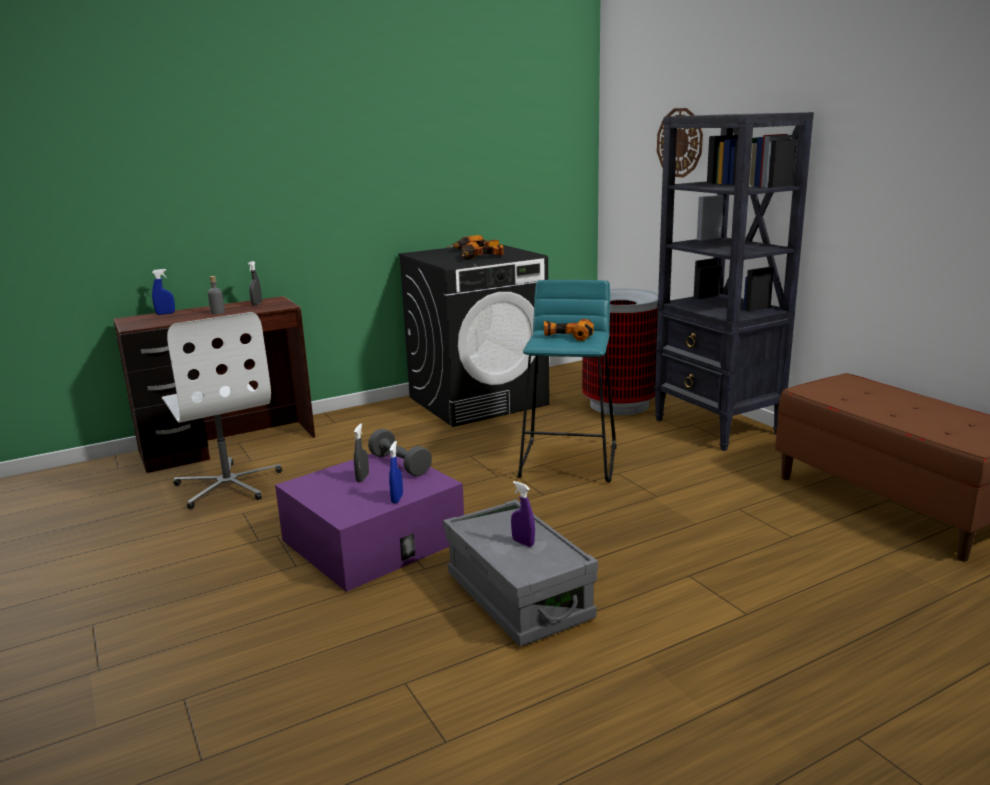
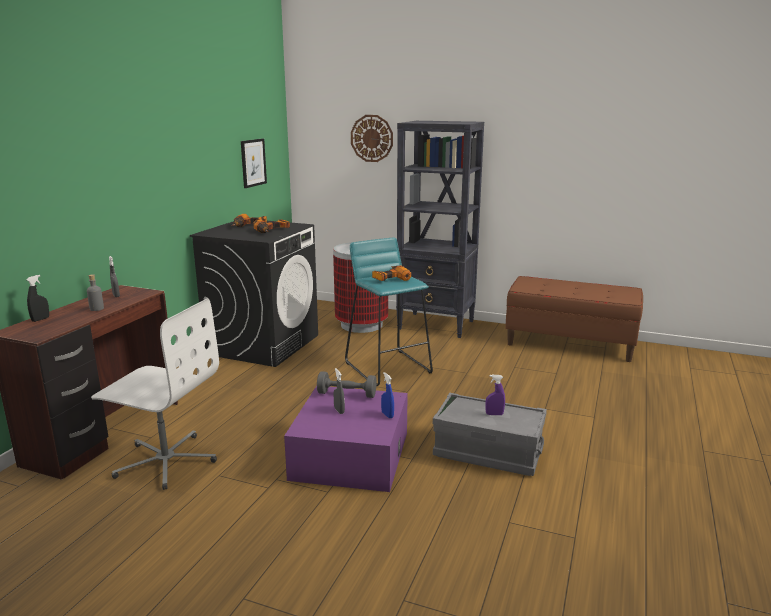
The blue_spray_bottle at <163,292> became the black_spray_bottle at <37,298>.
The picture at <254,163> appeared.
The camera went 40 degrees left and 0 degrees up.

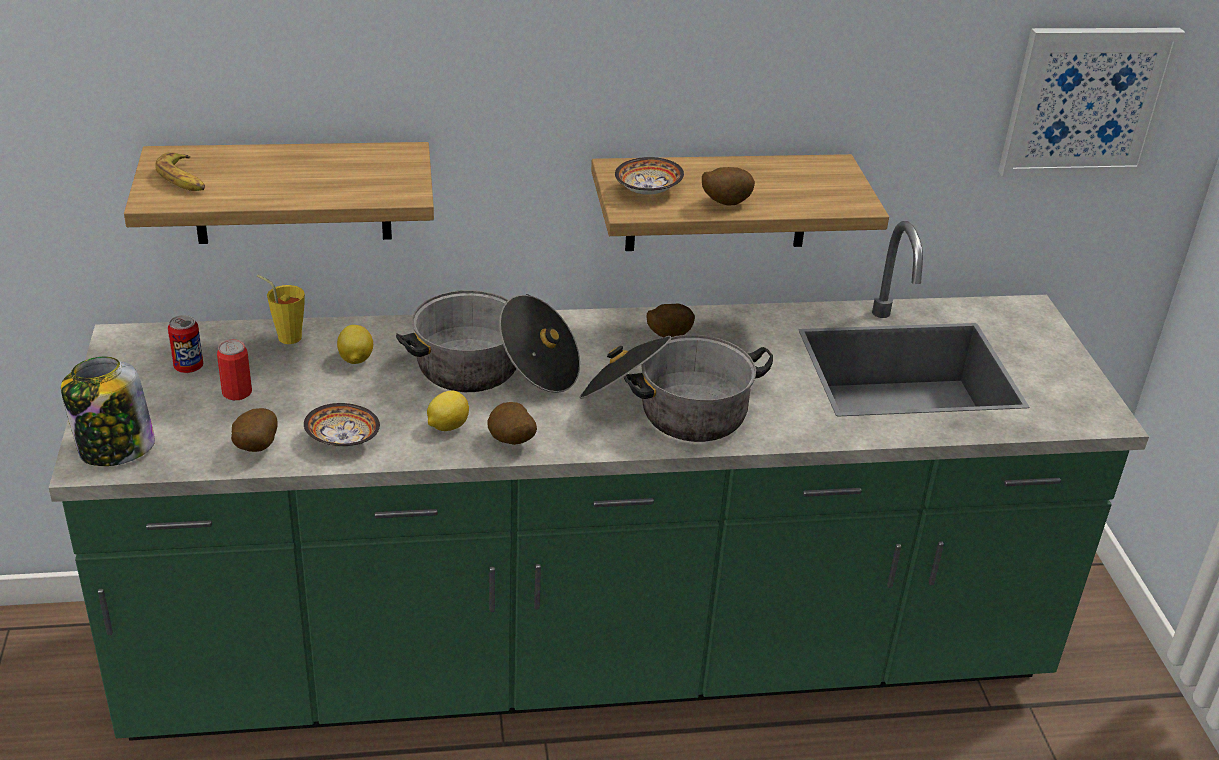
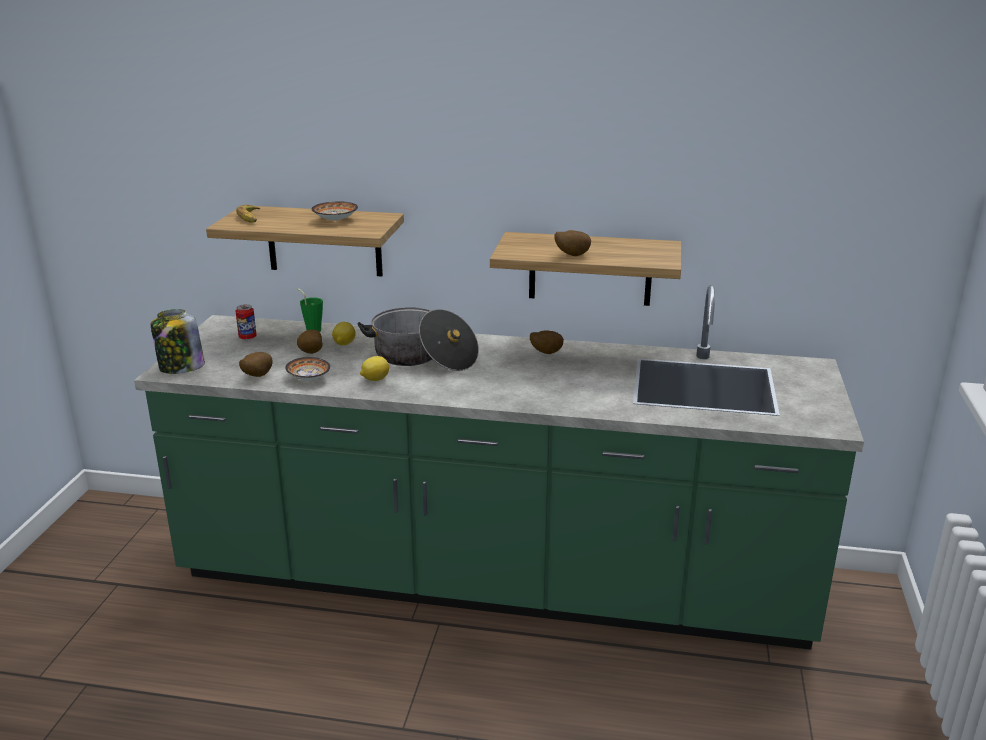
The picture at <1091,102> disappeared.
The bowl moved from <649,176> to <334,211>.
The yellow_cup at <281,309> became the green_cup at <310,310>.
The cooking_pot at <676,388> disappeared.
The can at <234,369> disappeared.
The potato moved from <512,423> to <310,341>.
The camera went 20 degrees right and 10 degrees down.

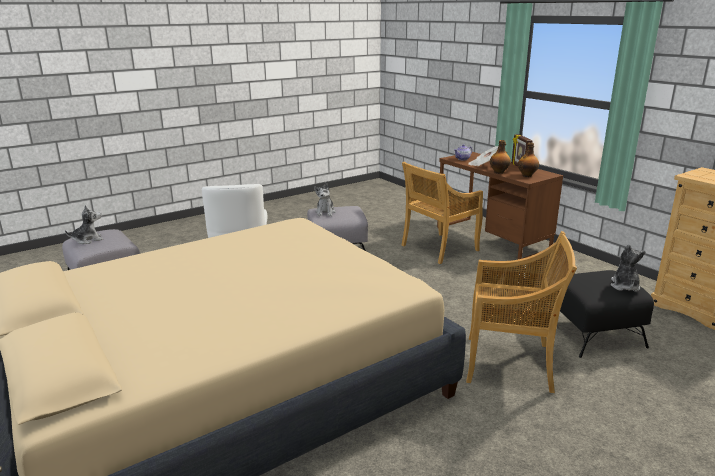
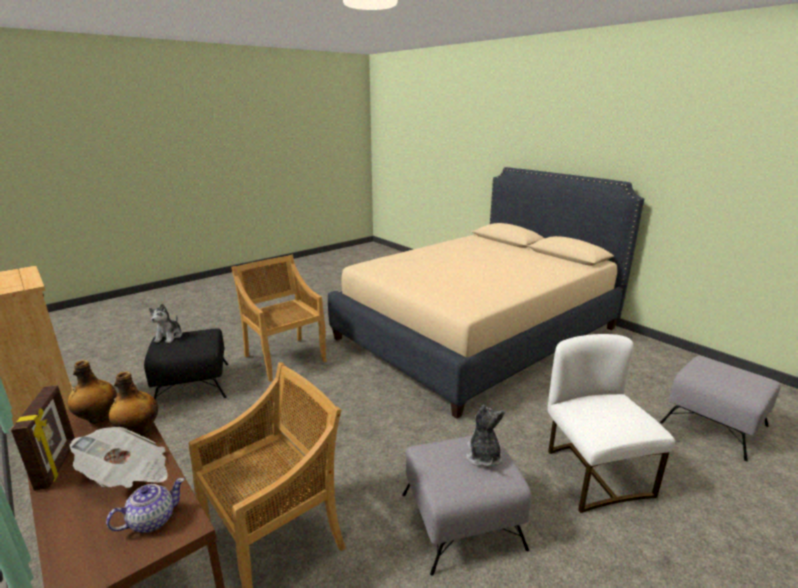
The plush_toy at <84,224> disappeared.
The beige_chair at <521,312> turned 45 degrees clockwise.
The camera went 175 degrees right and 0 degrees up.

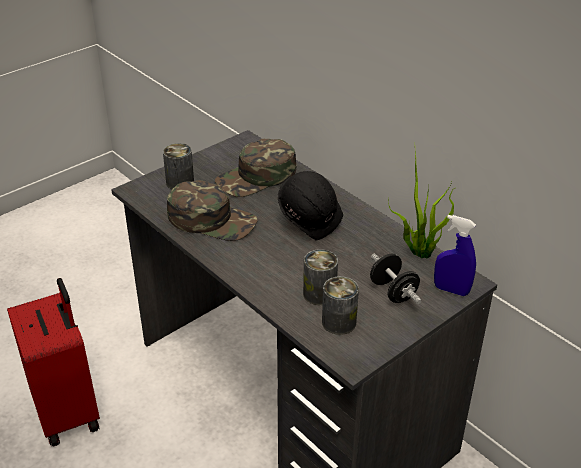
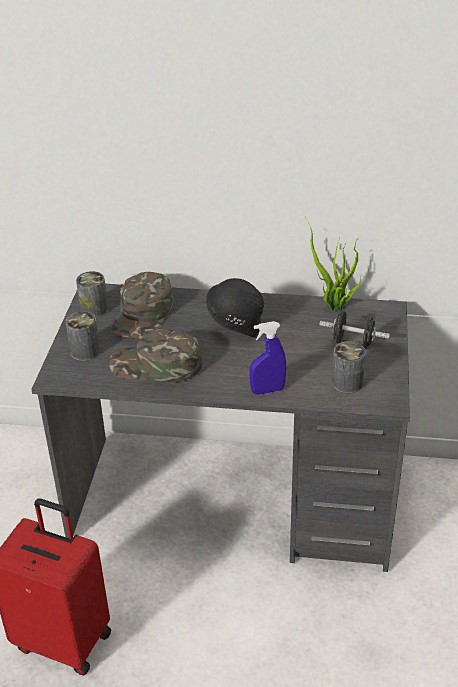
The green_cap at <212,210> turned 150 degrees counterclockwise.
The blue_spray_bottle moved from <455,255> to <267,358>.
The can moved from <320,277> to <92,294>.
The camera went 40 degrees left and 0 degrees up.

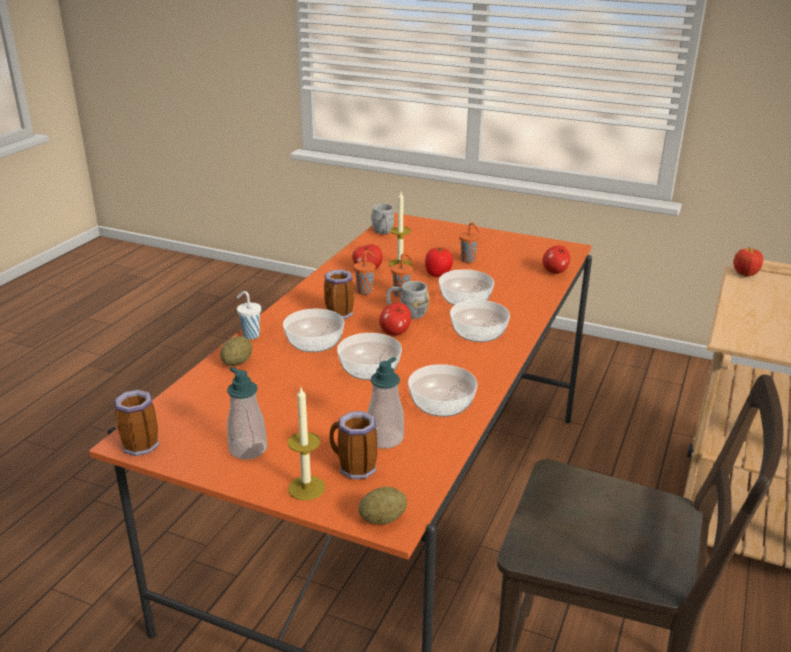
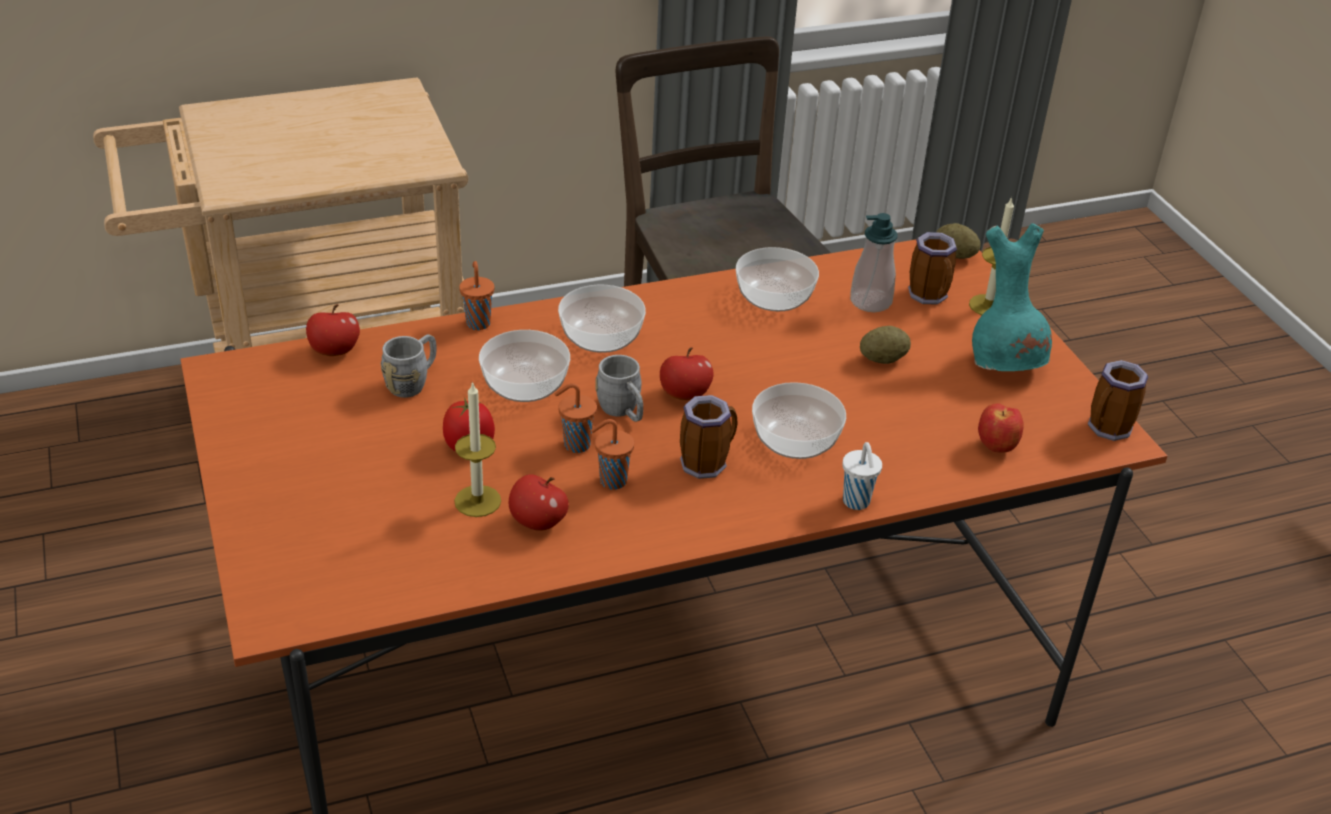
The grey_mug moved from <382,219> to <409,366>.
The orange_cup moved from <470,242> to <476,295>.
The apple moved from <748,262> to <1001,428>.
The bowl at <369,356> disappeared.
The potato moved from <236,351> to <885,345>.
The soap_dispenser at <247,413> was replaced by the turquoise_vase at <1012,297>.
The camera went 135 degrees left and 10 degrees up.

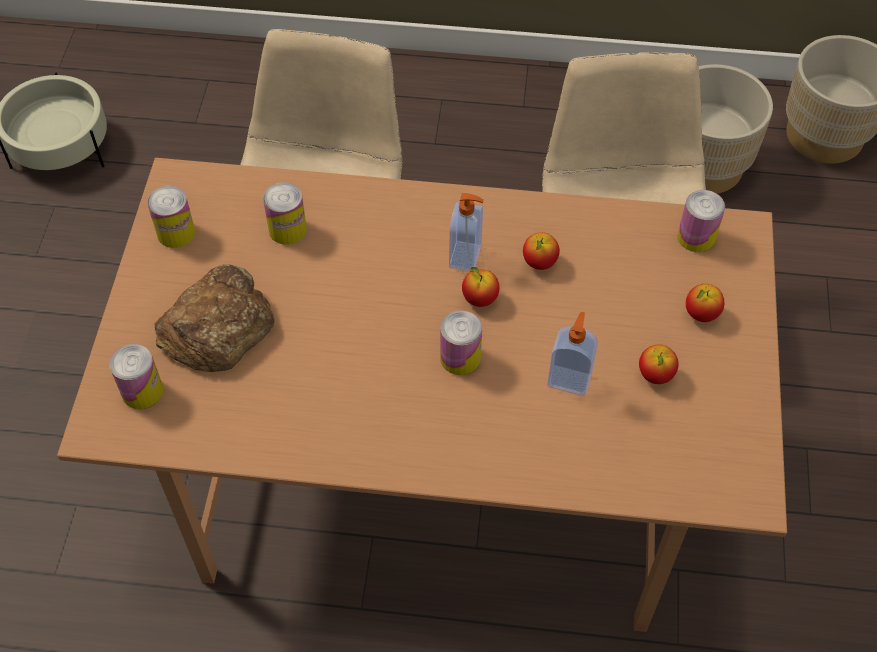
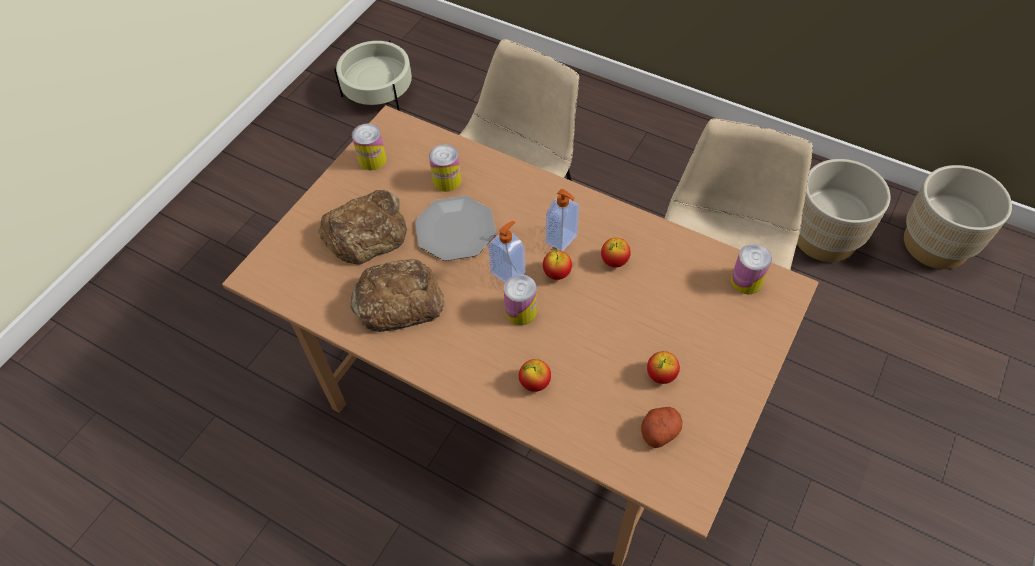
The apple moved from <705,303> to <535,375>.
The soap_dispenser moved from <572,354> to <506,252>.
The can at <136,376> disappeared.
The plate at <455,228> appeared.
The bread at <397,295> appeared.
The potato at <662,427> appeared.
The camera went 25 degrees right and 0 degrees up.

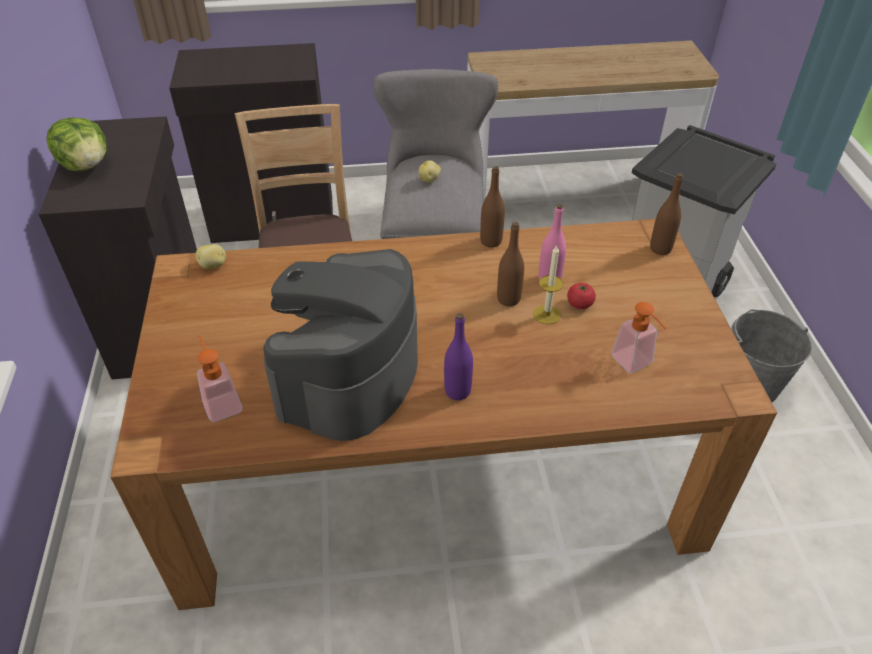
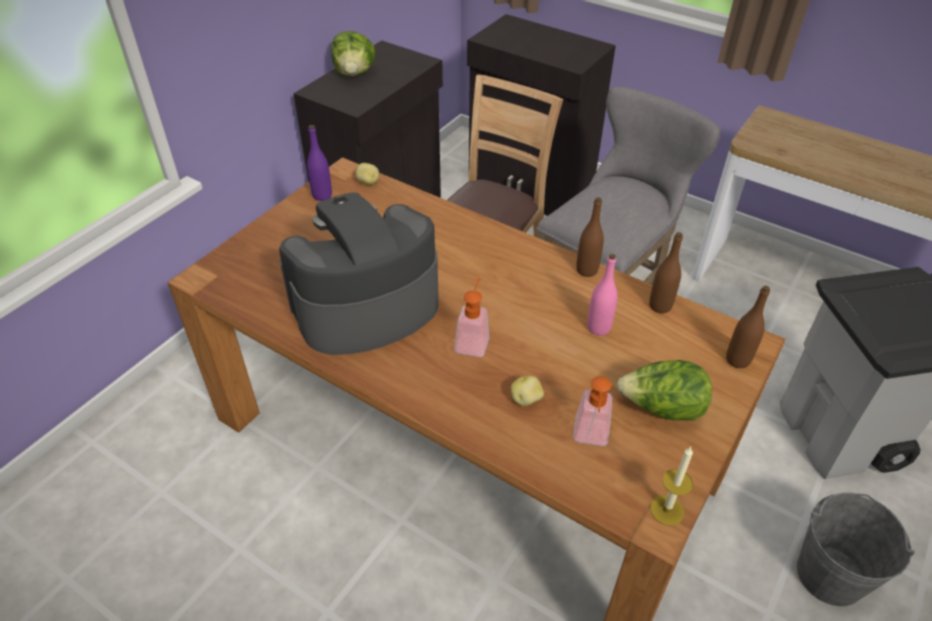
The potato moved from <430,171> to <527,391>.
The brown_bottle moved from <510,264> to <666,272>.
The candle moved from <548,284> to <671,486>.
The tomato at <581,296> disappeared.
The purple_bottle moved from <458,356> to <319,163>.
The soap_dispenser moved from <220,378> to <472,317>.
The lettuce at <664,390> appeared.
The camera went 40 degrees right and 0 degrees up.

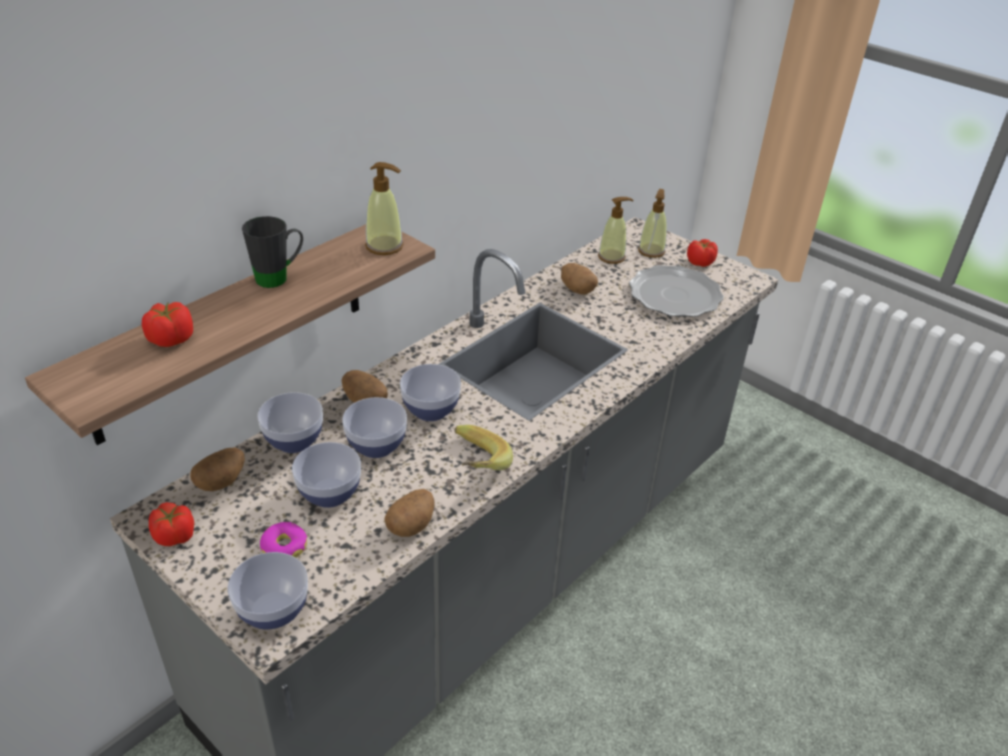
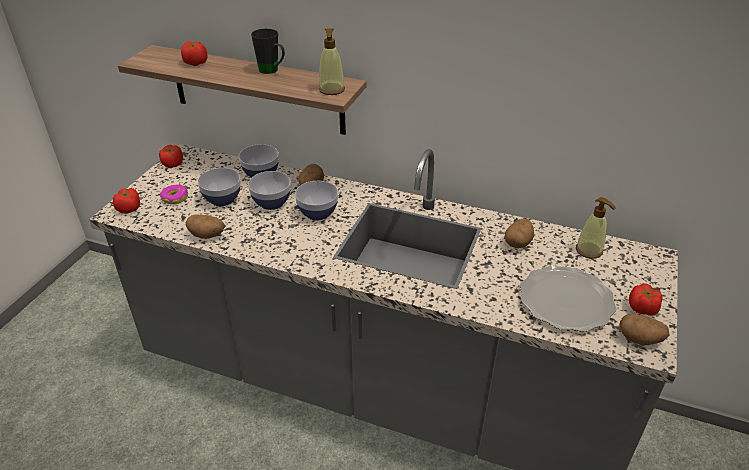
The soap_dispenser at <652,223> disappeared.
The banana at <483,447> disappeared.
The potato moved from <217,469> to <644,329>.
The bowl at <268,590> was replaced by the tomato at <126,201>.
The camera went 70 degrees right and 0 degrees up.

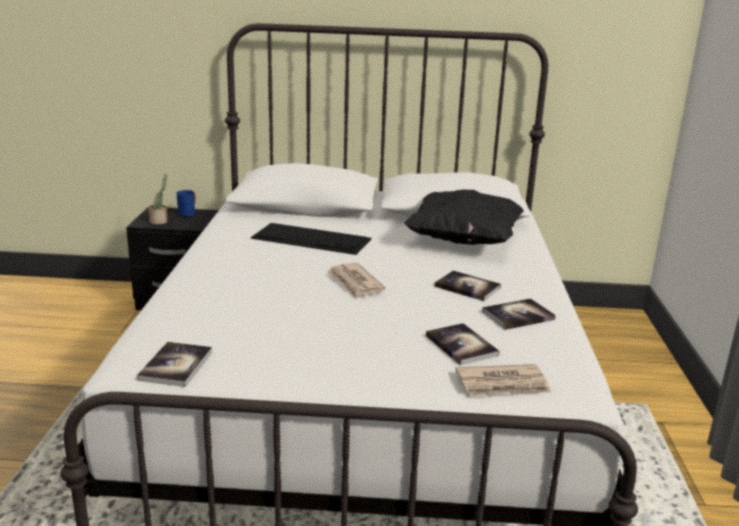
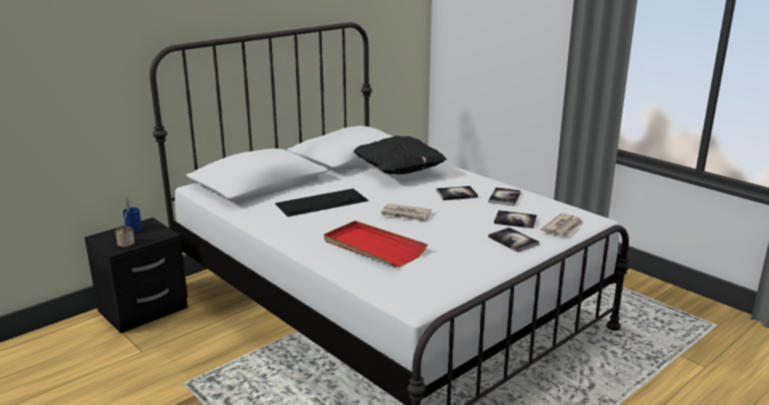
The book moved from <174,364> to <513,239>.
The red_tray at <376,244> appeared.
The camera went 45 degrees left and 0 degrees up.

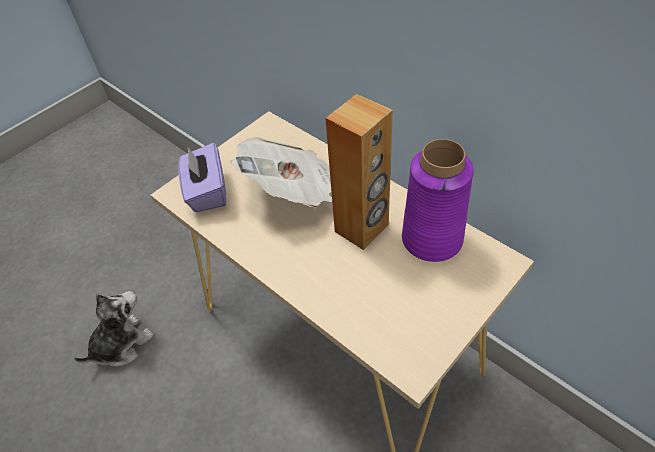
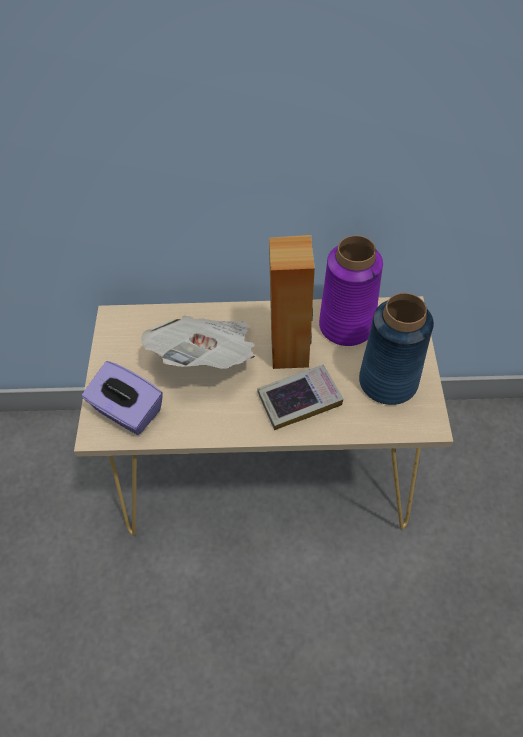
The plush_toy at <114,329> disappeared.
The blue_vase at <396,349> appeared.
The book at <300,397> appeared.
The camera went 45 degrees left and 5 degrees up.

